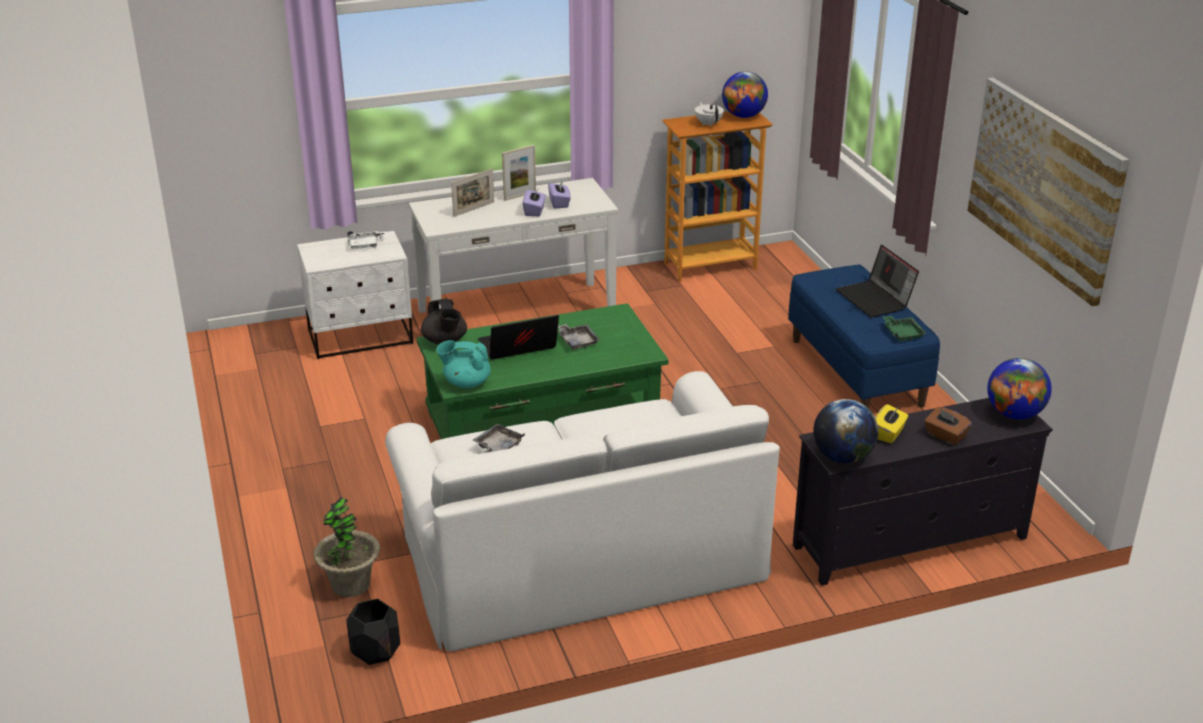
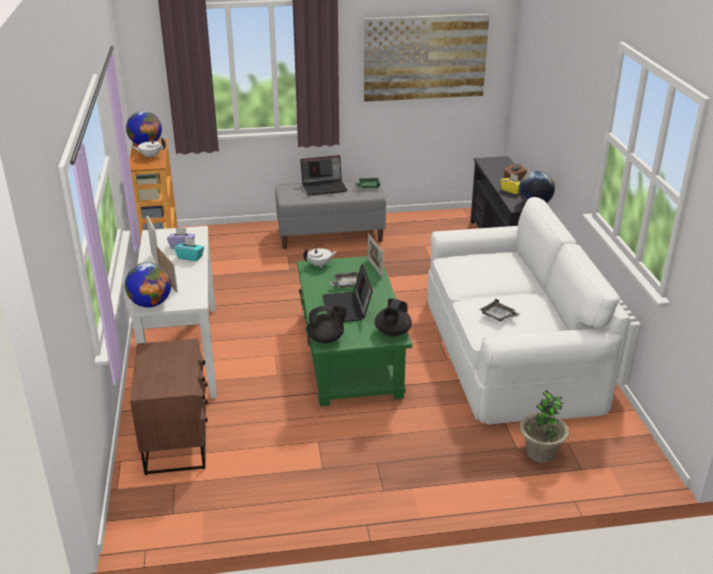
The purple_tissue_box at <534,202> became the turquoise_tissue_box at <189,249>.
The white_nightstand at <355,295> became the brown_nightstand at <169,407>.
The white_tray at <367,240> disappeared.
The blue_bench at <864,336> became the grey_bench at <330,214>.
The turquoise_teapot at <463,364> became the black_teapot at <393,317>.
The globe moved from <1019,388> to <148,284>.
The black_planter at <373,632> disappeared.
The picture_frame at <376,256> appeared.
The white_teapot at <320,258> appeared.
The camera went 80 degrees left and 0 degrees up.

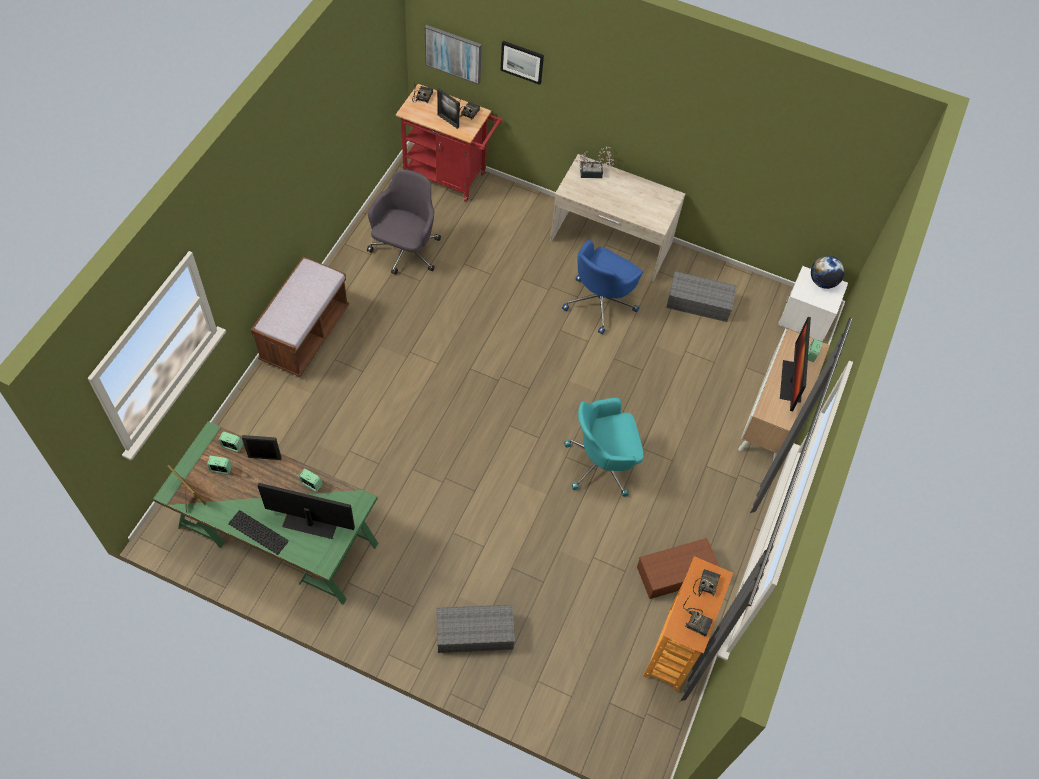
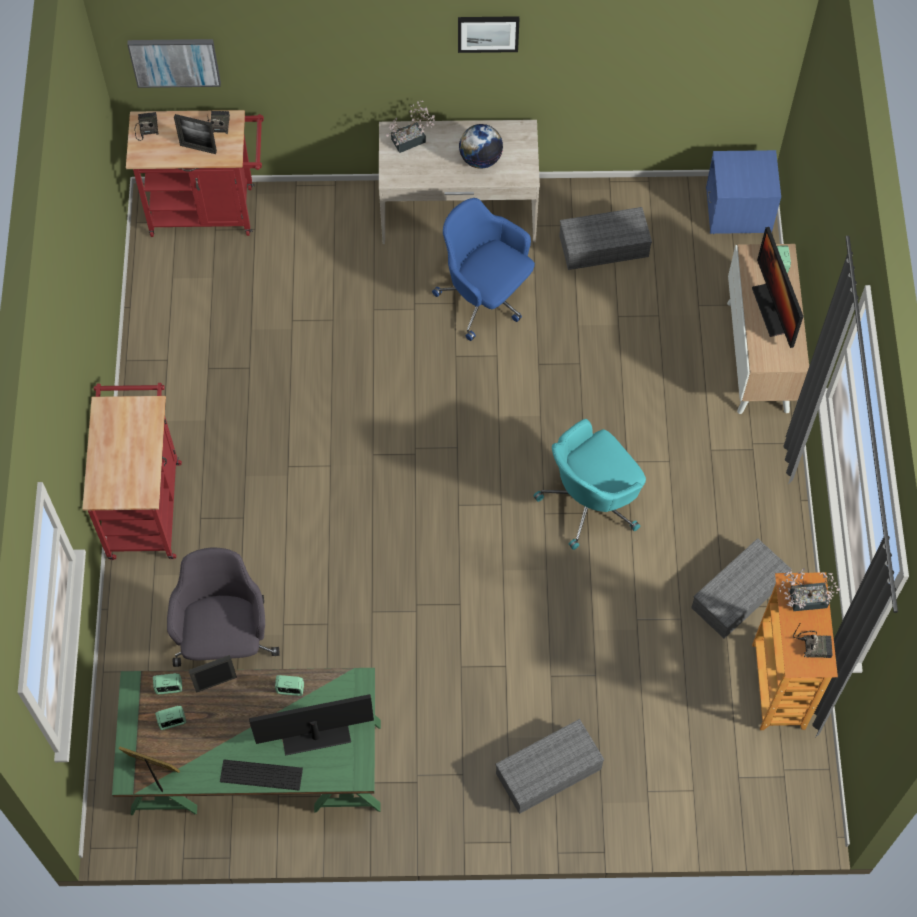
The picture moved from <522,63> to <488,34>.
The grey_office_chair moved from <404,222> to <223,607>.
The blue_office_chair at <603,287> turned 120 degrees clockwise.
The brown_bench at <300,316> was replaced by the red_cart at <132,471>.
The globe moved from <828,272> to <481,146>.
The white_nightstand at <813,304> became the blue_nightstand at <743,192>.
The brown_storage_box at <678,568> became the grey_storage_box at <741,588>.
The radio at <706,583> was replaced by the potted_plant at <809,589>.
The camera went 20 degrees left and 5 degrees up.

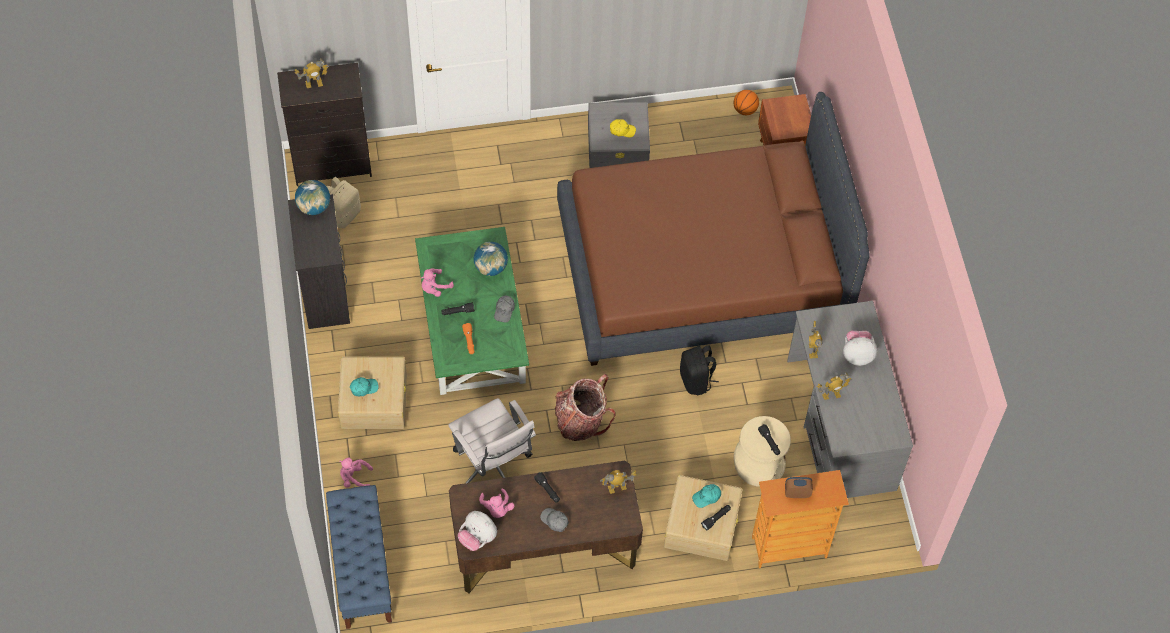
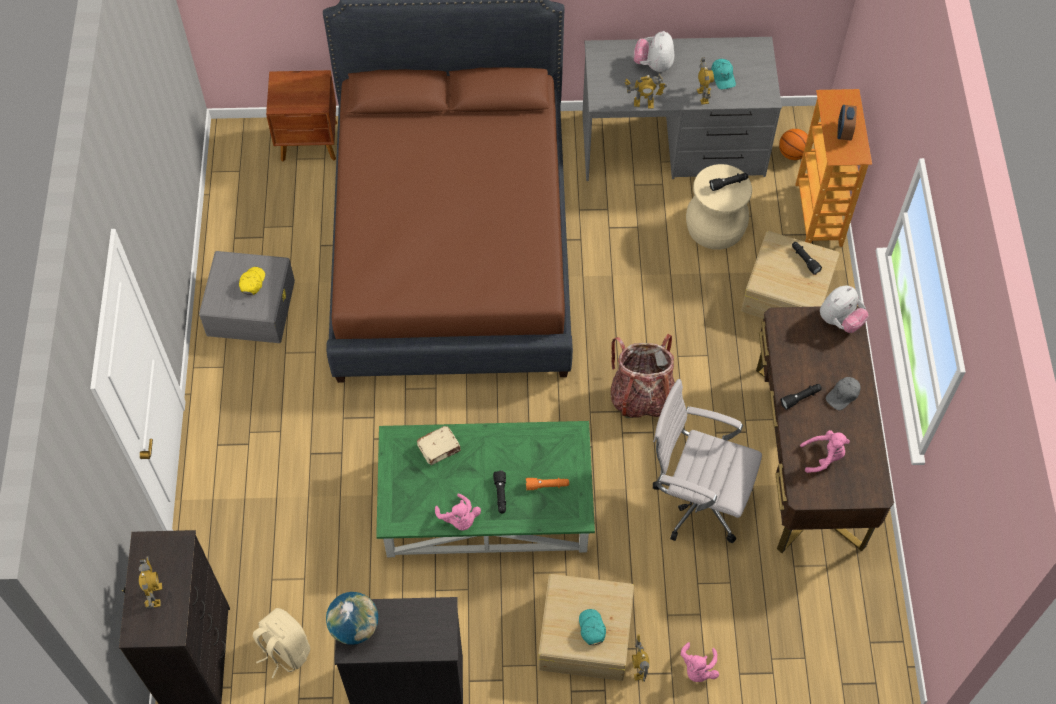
The basketball moved from <746,102> to <793,144>.
The globe at <491,259> was replaced by the beige_book at <439,445>.
The grey_cap at <504,308> disappeared.
The black_backpack at <699,370> disappeared.
The white_office_chair at <492,440> turned 135 degrees counterclockwise.
The toy_robot moved from <618,482> to <640,658>.
The turquoise_cap moved from <706,496> to <723,74>.
The blue_bench at <359,557> disappeared.
The plush_toy moved from <477,531> to <844,309>.
The camera went 80 degrees left and 0 degrees up.

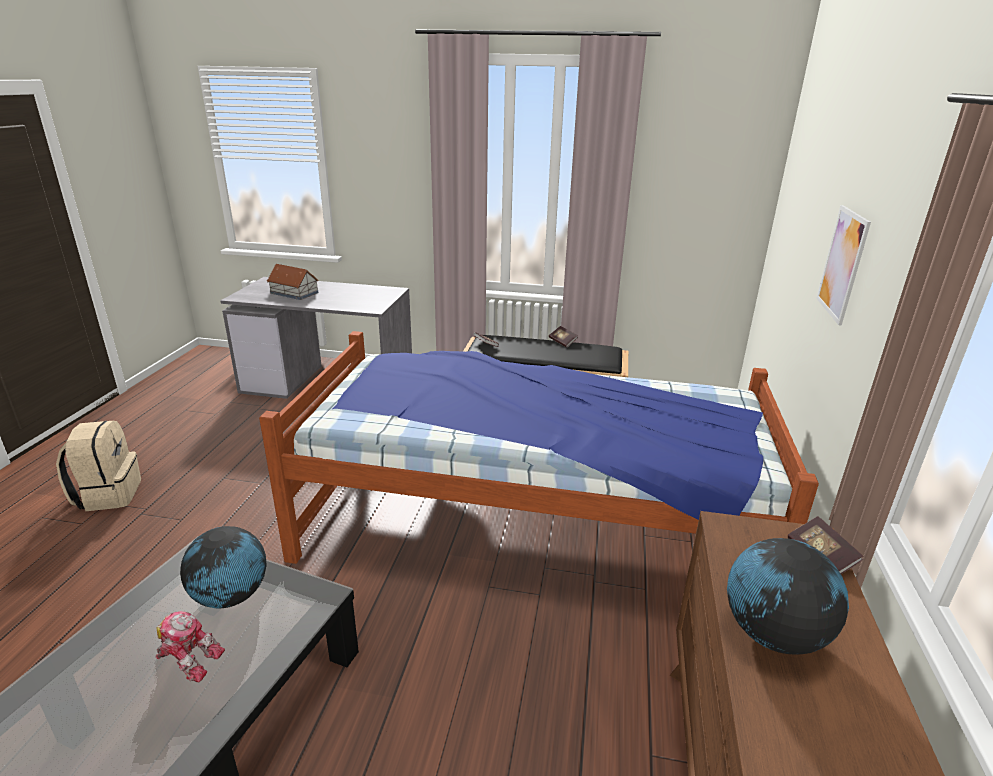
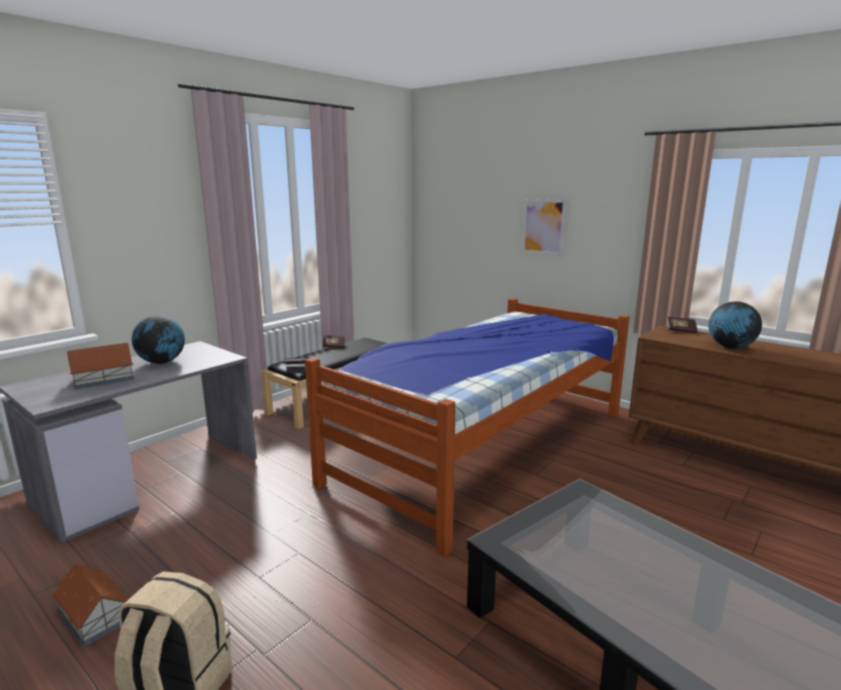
The globe moved from <223,567> to <158,339>.
The toy_robot at <190,647> disappeared.
The toy_house at <90,605> appeared.
The camera went 60 degrees left and 10 degrees down.

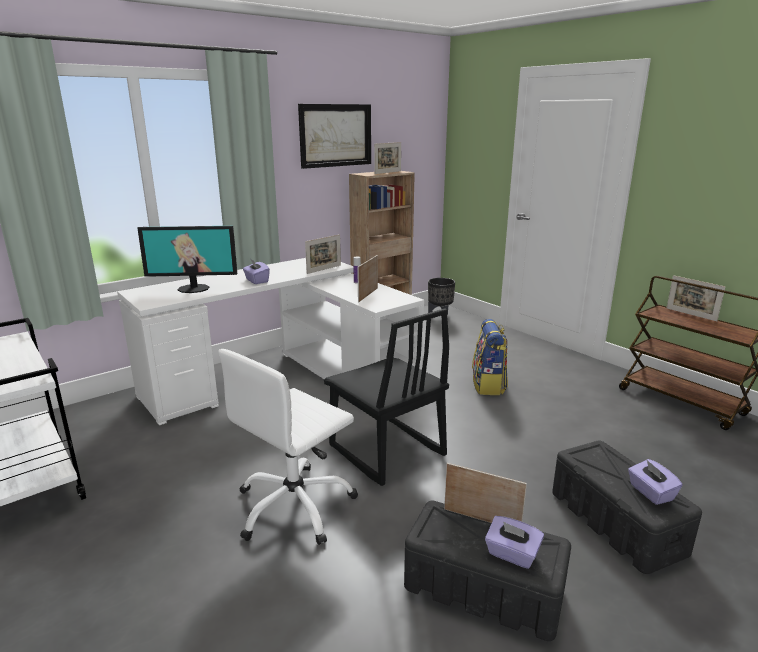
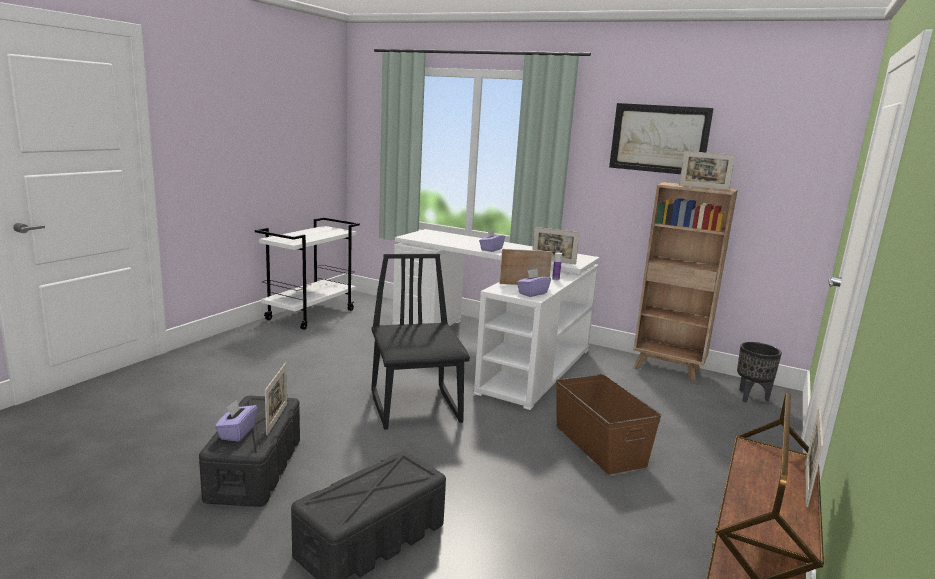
The monitor at <187,259> disappeared.
The black_chair at <386,397> turned 135 degrees clockwise.
The backpack at <490,357> was replaced by the brown_storage_box at <609,424>.
The white_office_chair at <288,447> disappeared.
The purple_tissue_box moved from <655,482> to <534,283>.
The camera went 65 degrees right and 5 degrees down.

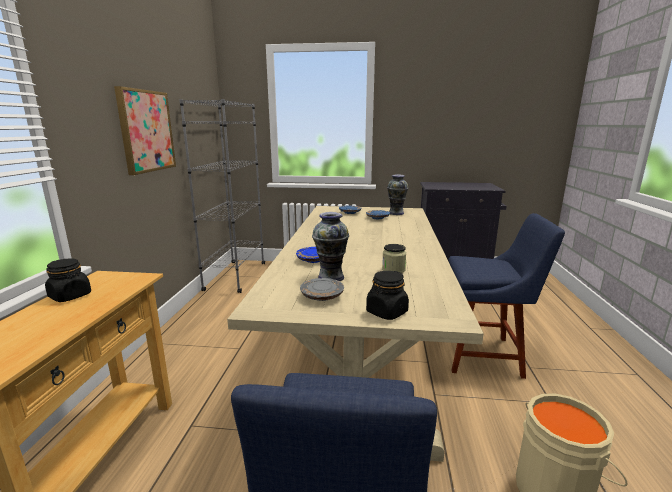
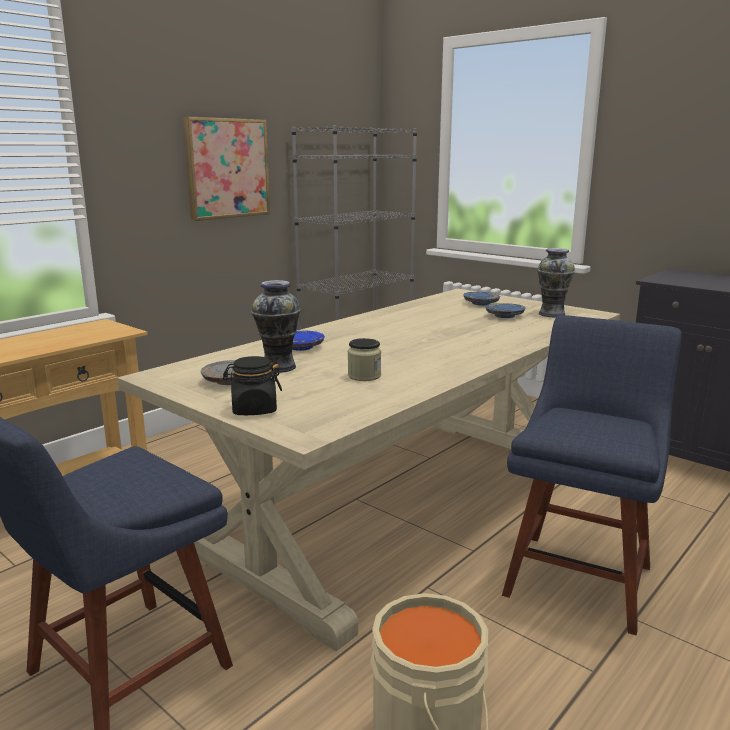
The blue_chair at <506,296> turned 105 degrees counterclockwise.
The black_jar at <68,280> disappeared.
The camera went 35 degrees right and 0 degrees up.

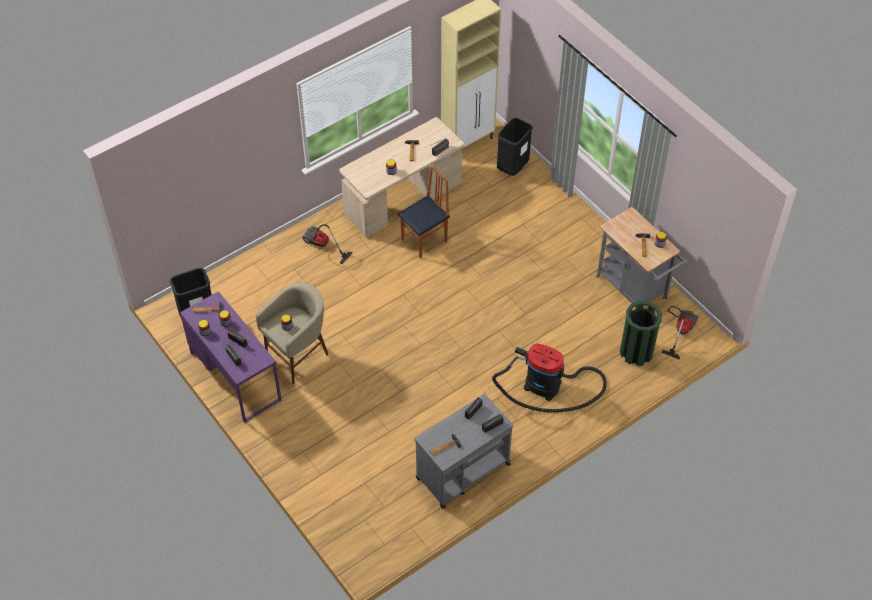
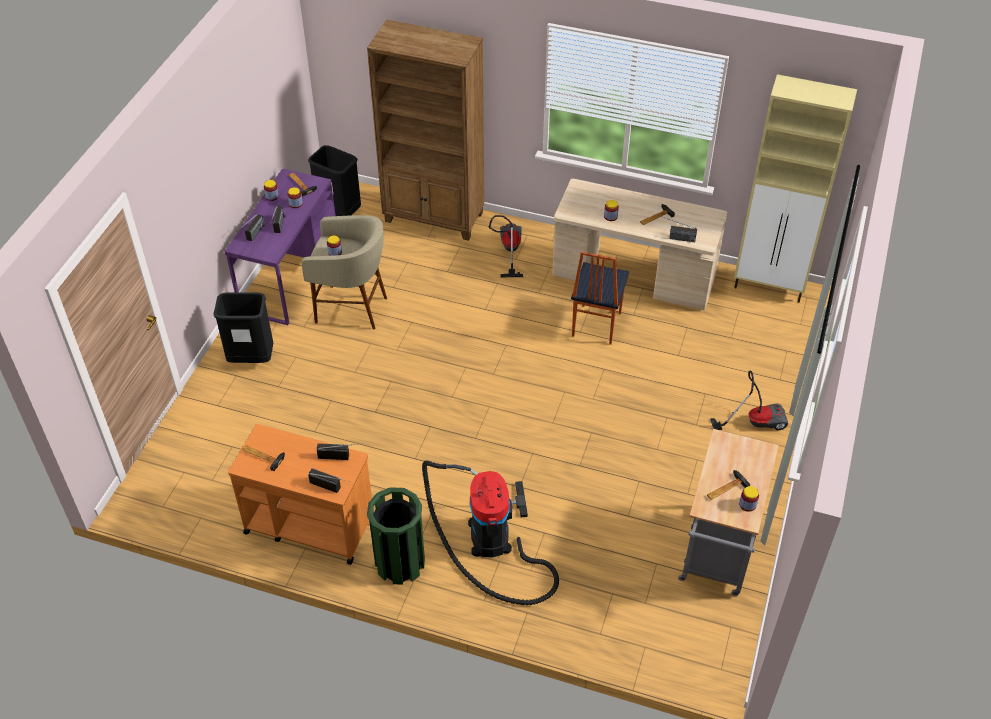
The black_trash_can moved from <515,147> to <243,327>.
The chair at <424,212> turned 90 degrees clockwise.
The green_trash_can moved from <641,333> to <396,536>.
The vacuum_cleaner moved from <680,332> to <749,400>.
The grey_cart at <464,451> became the orange_cart at <301,494>.
The brown_bookcase at <425,130> appeared.
The camera went 55 degrees right and 5 degrees down.

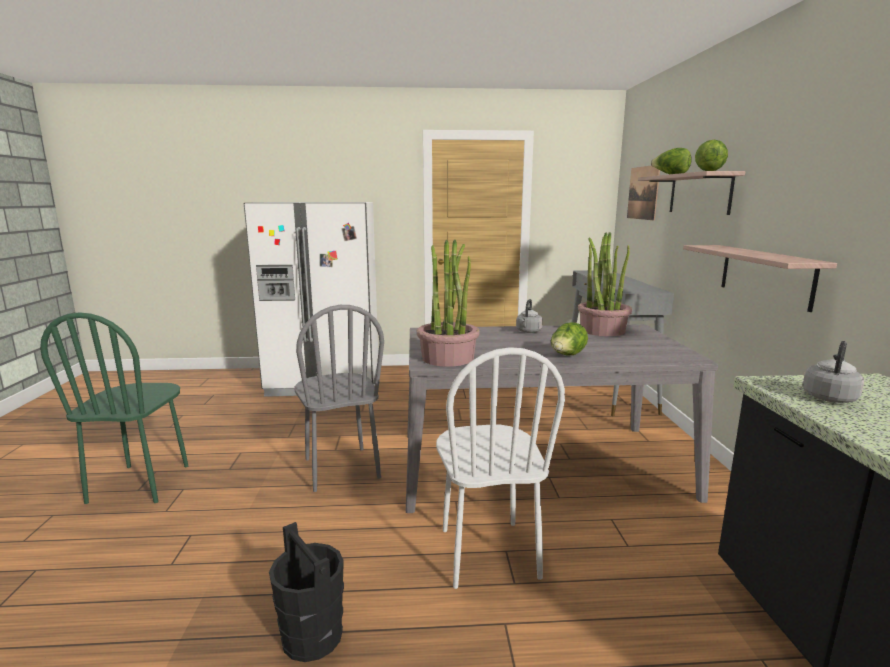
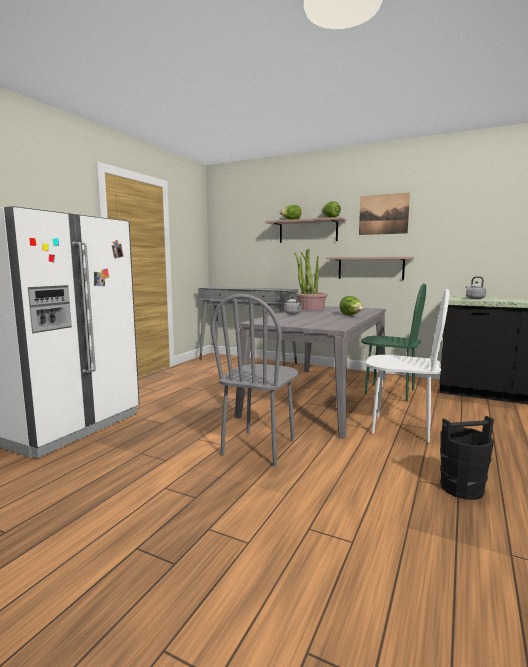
The picture moved from <643,193> to <384,214>.
The potted_plant at <448,303> disappeared.
The grey_chair at <339,398> turned 105 degrees clockwise.
The green_chair moved from <114,408> to <393,342>.
The camera went 60 degrees left and 5 degrees down.

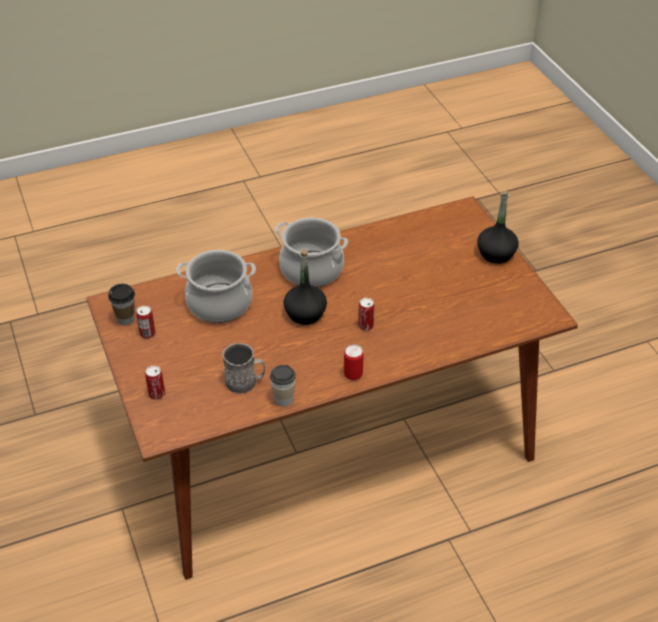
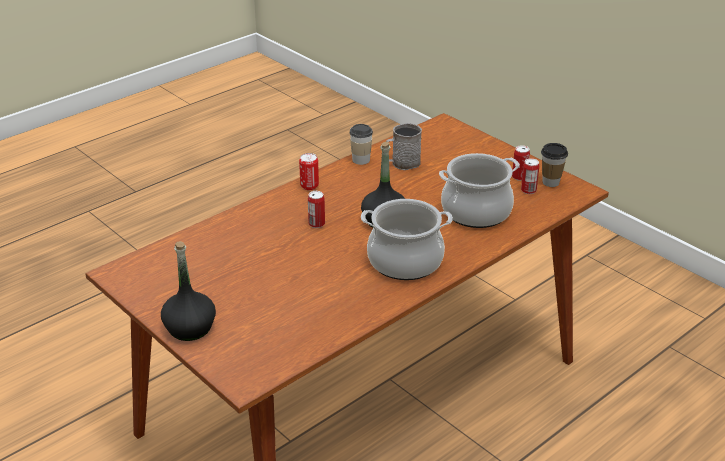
The can moved from <155,382> to <530,176>.
The camera went 160 degrees right and 10 degrees down.

